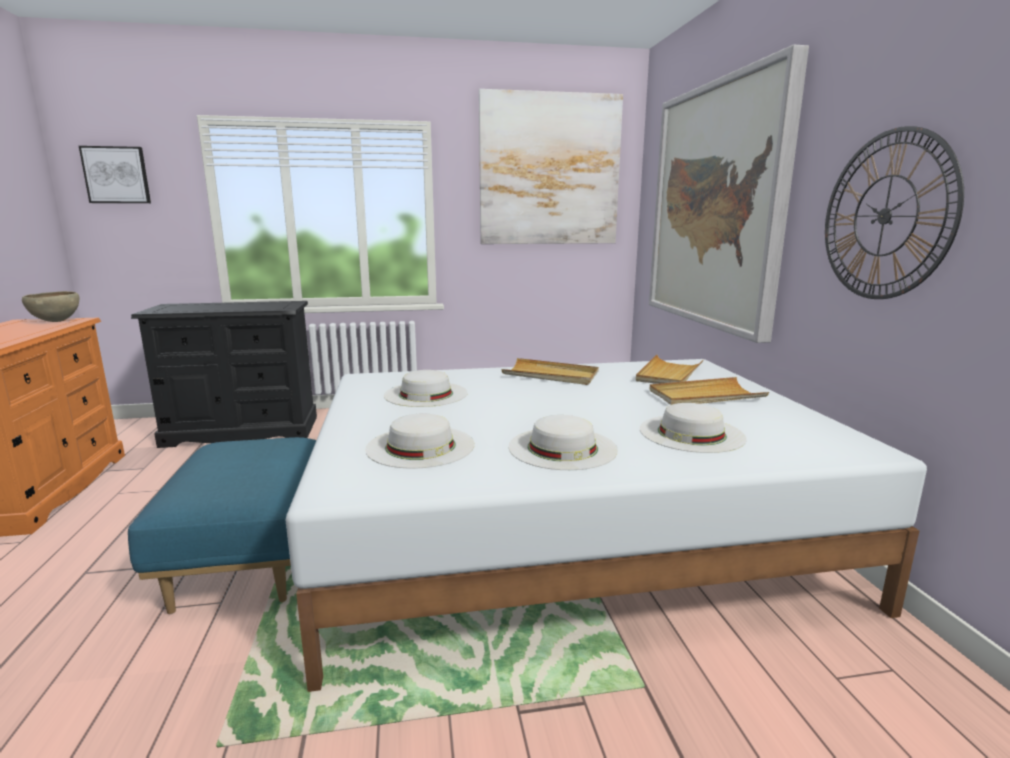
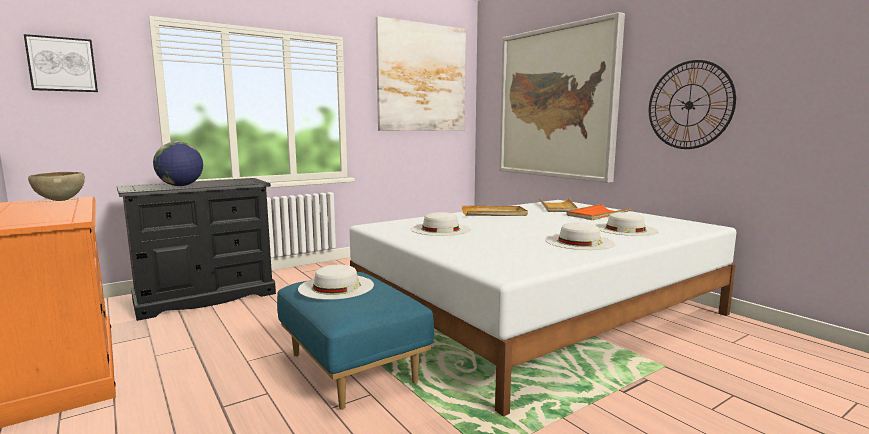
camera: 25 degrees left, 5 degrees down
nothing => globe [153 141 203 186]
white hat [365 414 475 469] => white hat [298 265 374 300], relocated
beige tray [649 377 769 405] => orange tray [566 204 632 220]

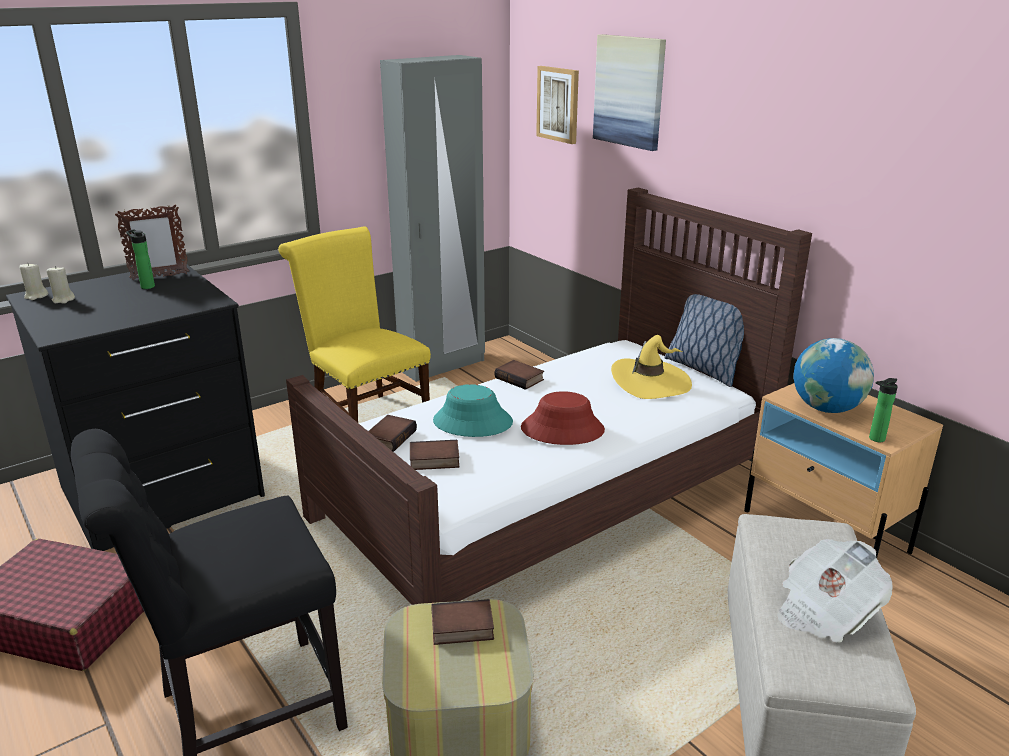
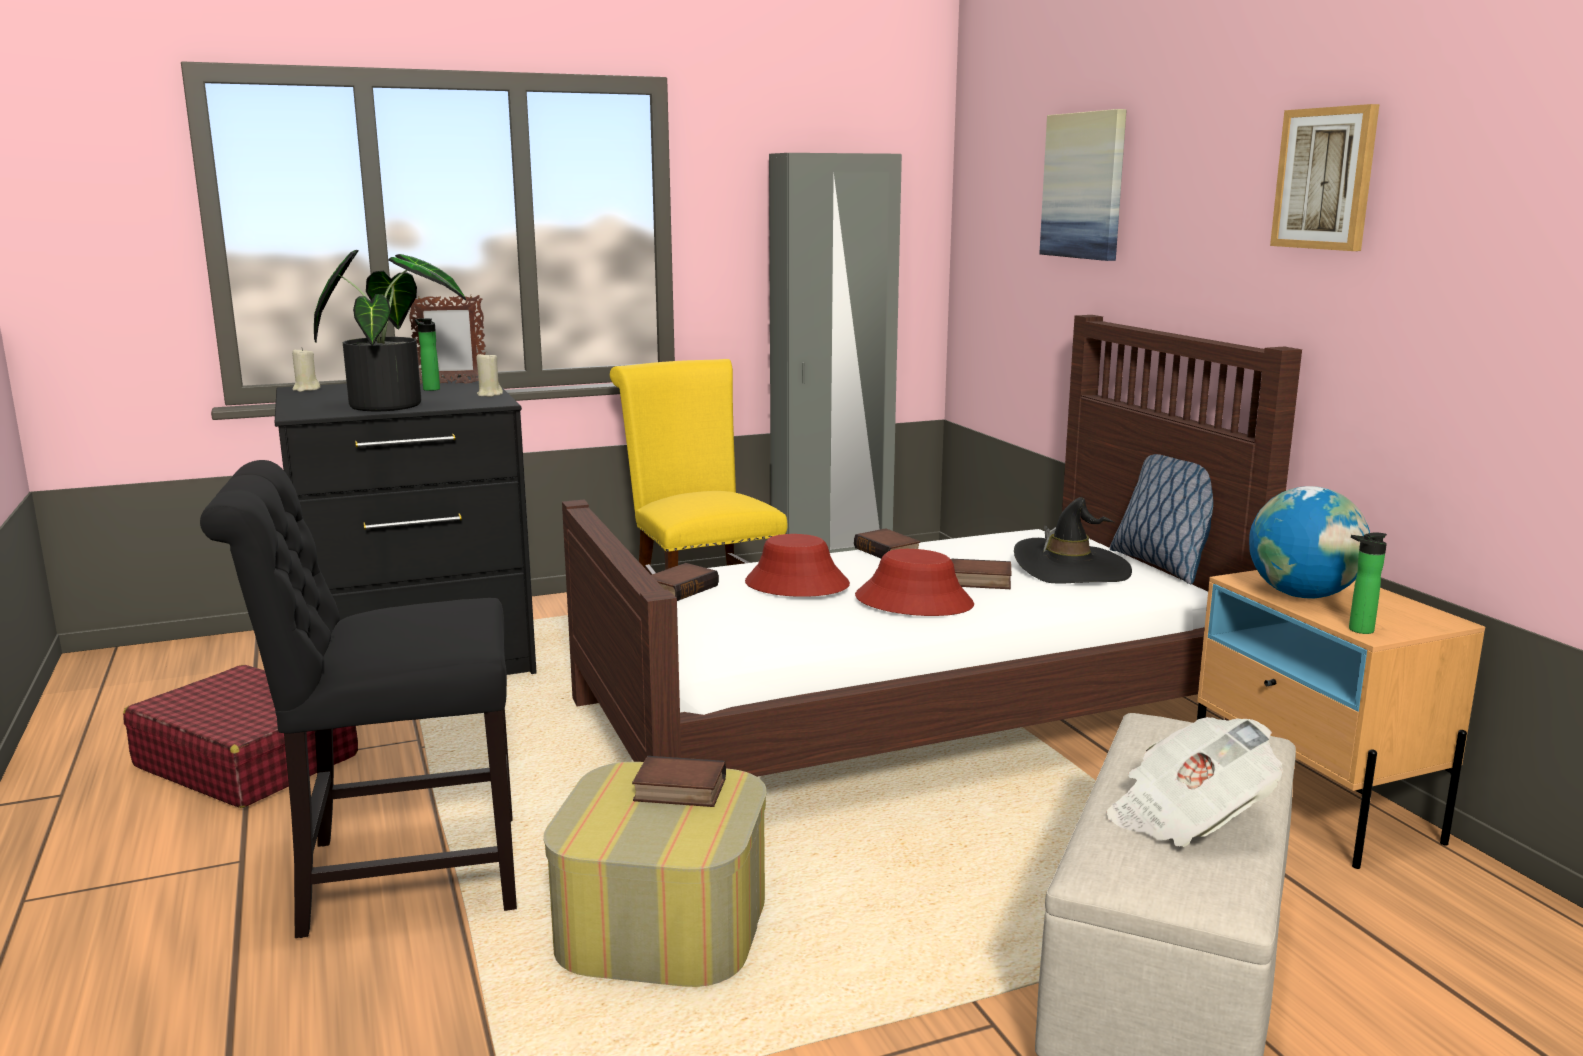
camera: 15 degrees right, 10 degrees down
nothing => potted plant [314 250 466 411]
beige candle [47 266 75 303] => beige candle [476 351 503 397], relocated
turquoise hat [433 384 513 437] => red hat [745 534 850 597]
book [410 440 460 470] => book [951 559 1012 589], relocated
yellow hat [611 335 692 399] => black hat [1014 497 1132 584]
picture [536 66 579 144] => picture [1270 104 1379 251], relocated

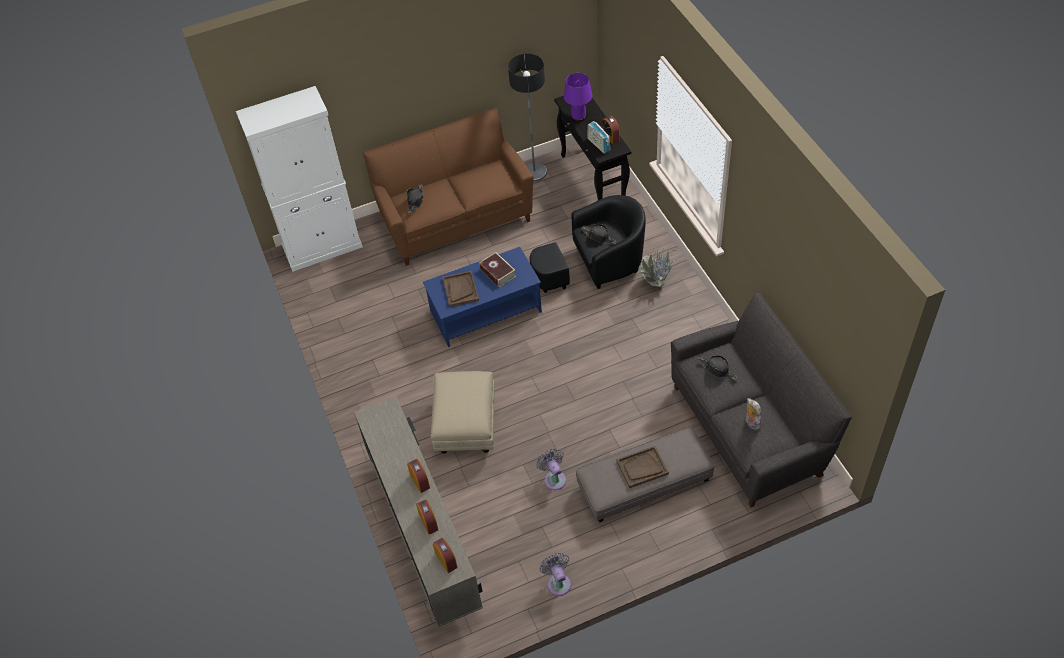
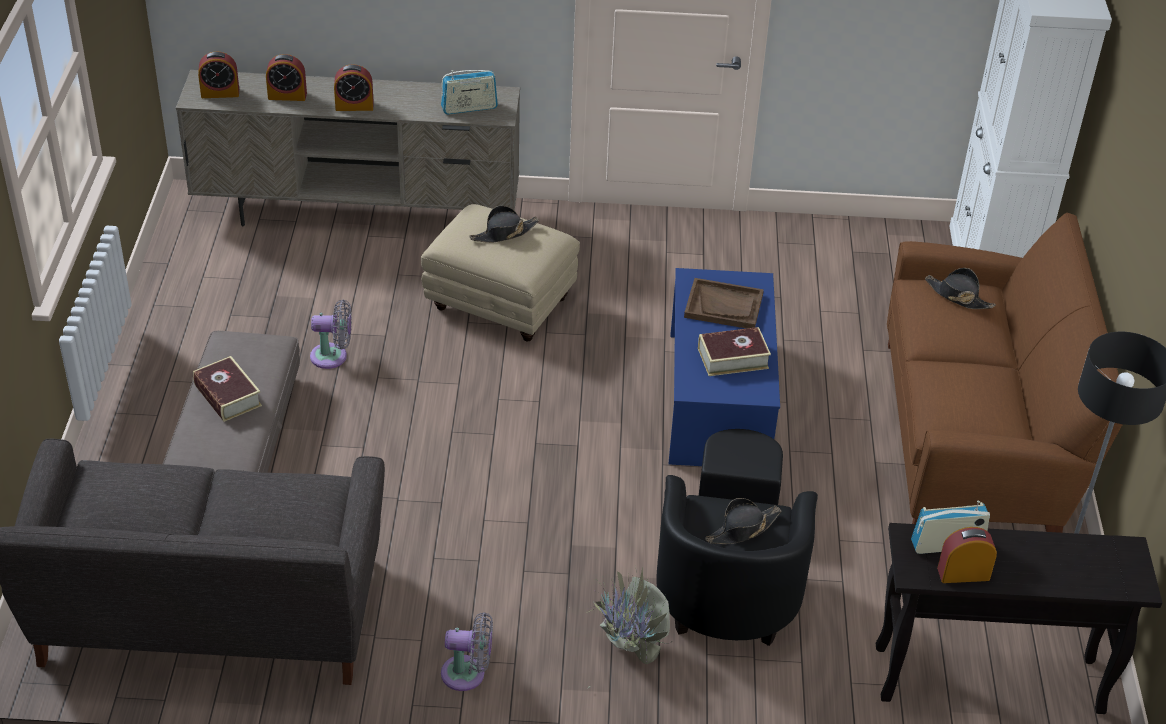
camera: 110 degrees right, 10 degrees down
brown tray [616 446 669 488] => book [193 356 262 422]
nothing => radio [441 70 498 115]
grey fan [539 553 571 596] => grey fan [441 612 493 691], relocated
black hat [698 355 738 381] => black hat [469 206 539 243], relocated
purple table lamp [564 73 592 122] => nothing
plush toy [746 398 761 430] => nothing

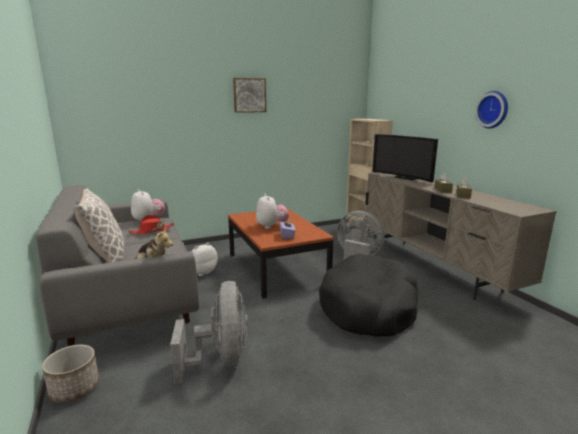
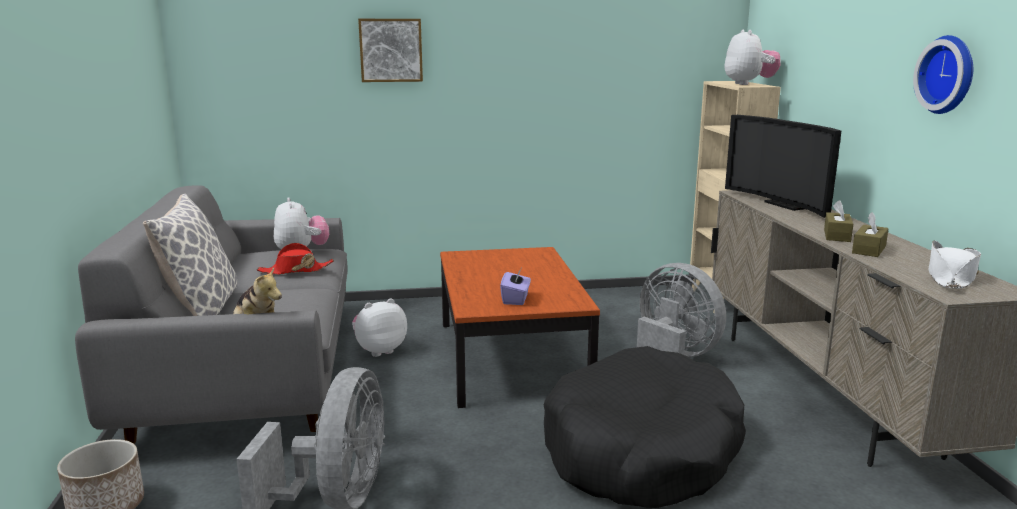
camera: 15 degrees right, 0 degrees up
picture [233 78 266 113] => picture [358 19 423 82], relocated
plush toy [256 194 289 229] => plush toy [725 30 781 85], relocated
nothing => white hat [928 241 981 289]

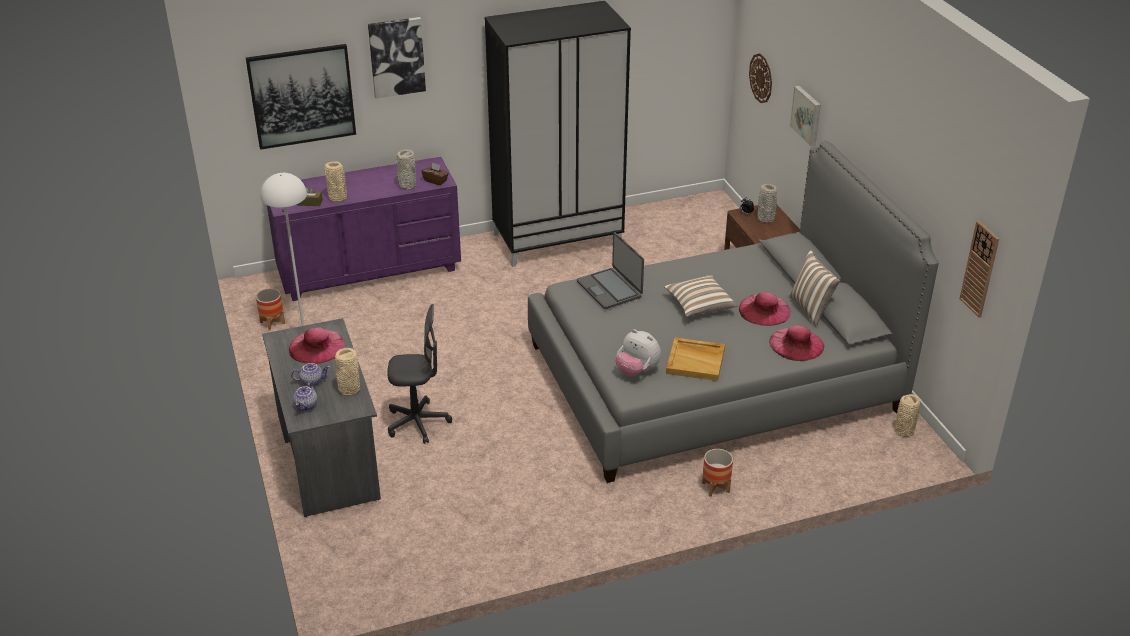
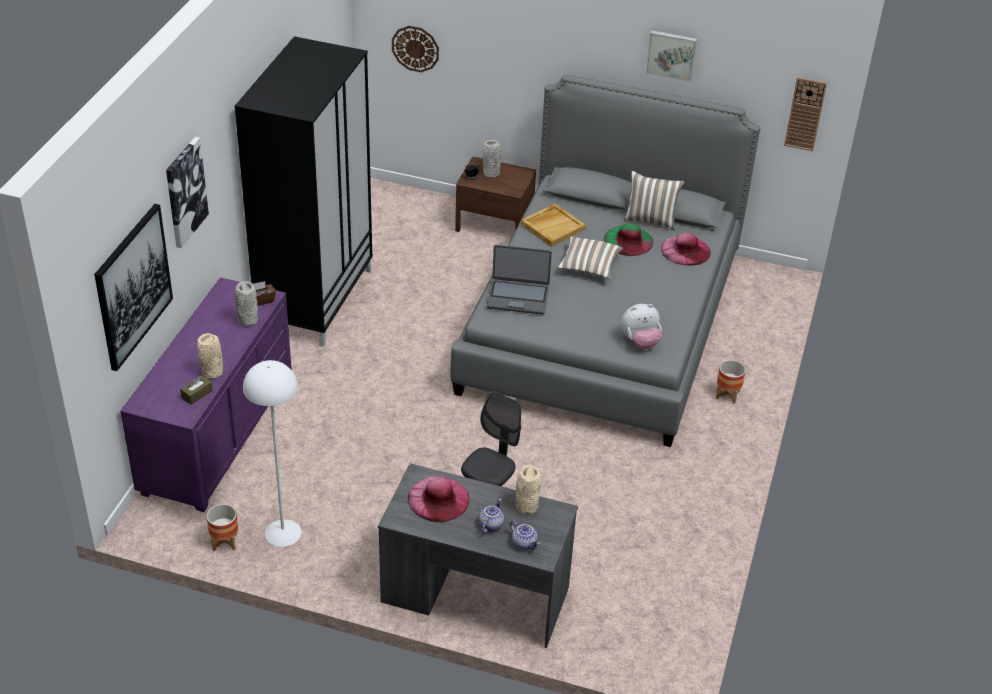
camera: 55 degrees left, 5 degrees up
beige tray [666 338 725 381] => beige tray [521 204 586 247], relocated
pink hat [739 292 791 326] => green hat [604 223 653 256]
picture [790 86 821 146] => picture [646 30 697 82], relocated
beige vase [895 394 920 437] => nothing

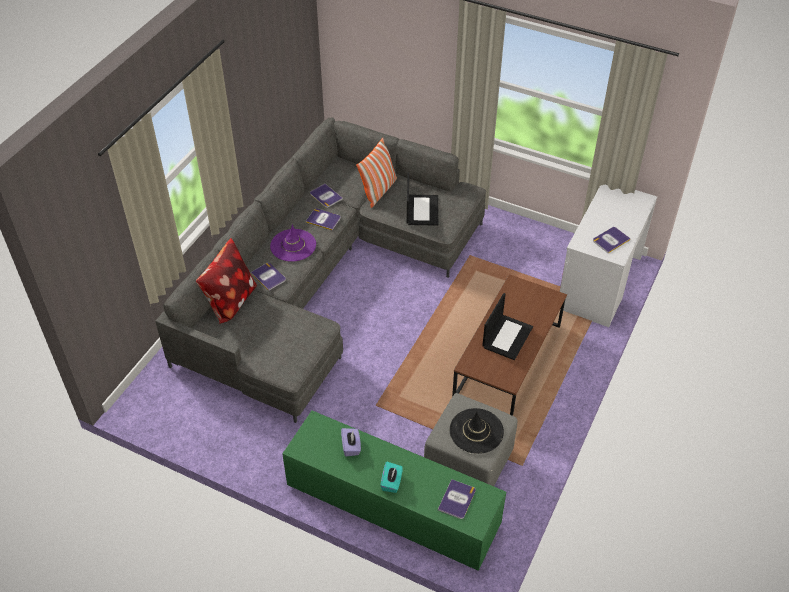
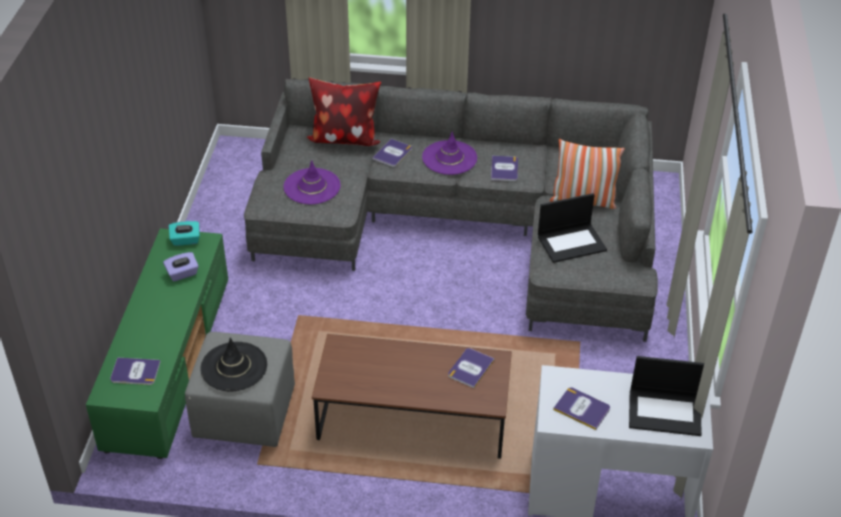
camera: 70 degrees right, 5 degrees down
turquoise tissue box [381 462 403 493] => turquoise tissue box [169 221 200 246], relocated
nothing => purple hat [284 160 340 204]
book [310 184 343 208] => book [448 348 495 388], relocated
laptop [482 293 533 360] => laptop [629 356 704 436], relocated

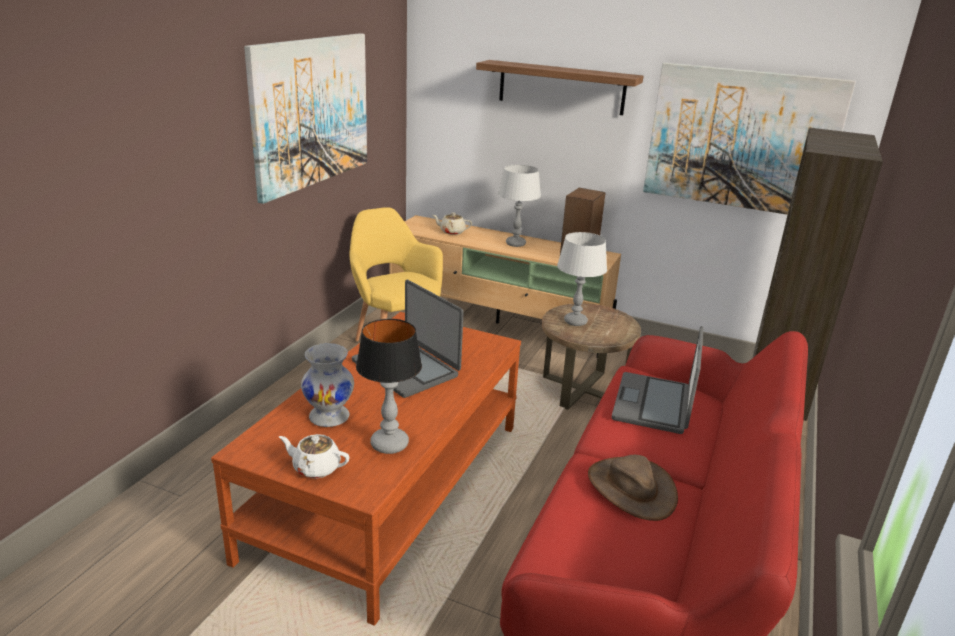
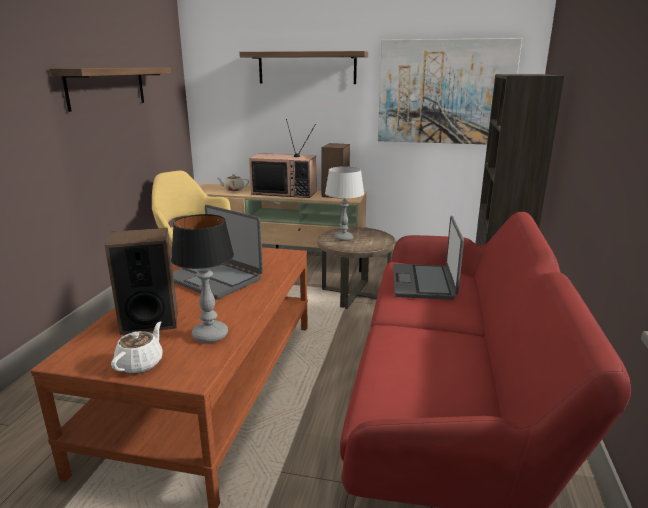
camera: 10 degrees left, 5 degrees down
picture [244 33 367 204] => shelf [49 68 171 112]
white vase [301 343 354 427] => speaker [105 228 177 335]
white teapot [279 434 350 479] => white teapot [111 321 163 374], 105 degrees clockwise
grey table lamp [498 165 541 247] => television [249 119 317 198]
brown hat [588 455 678 521] => nothing

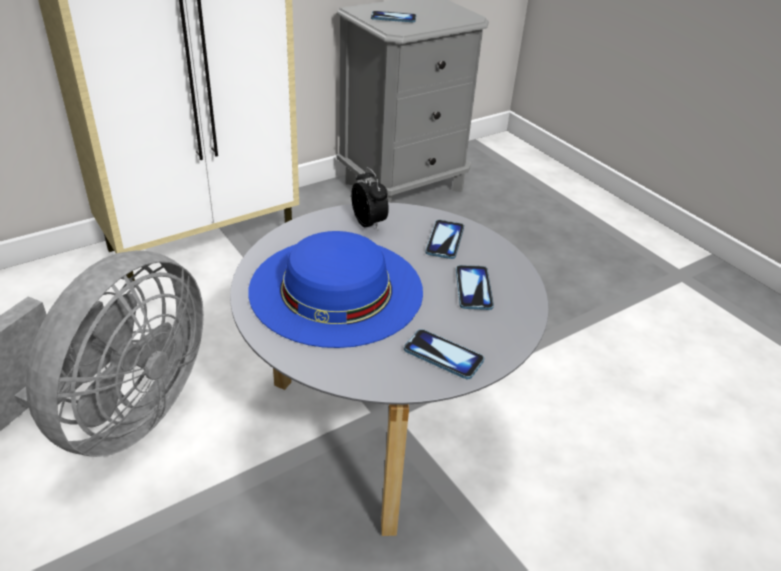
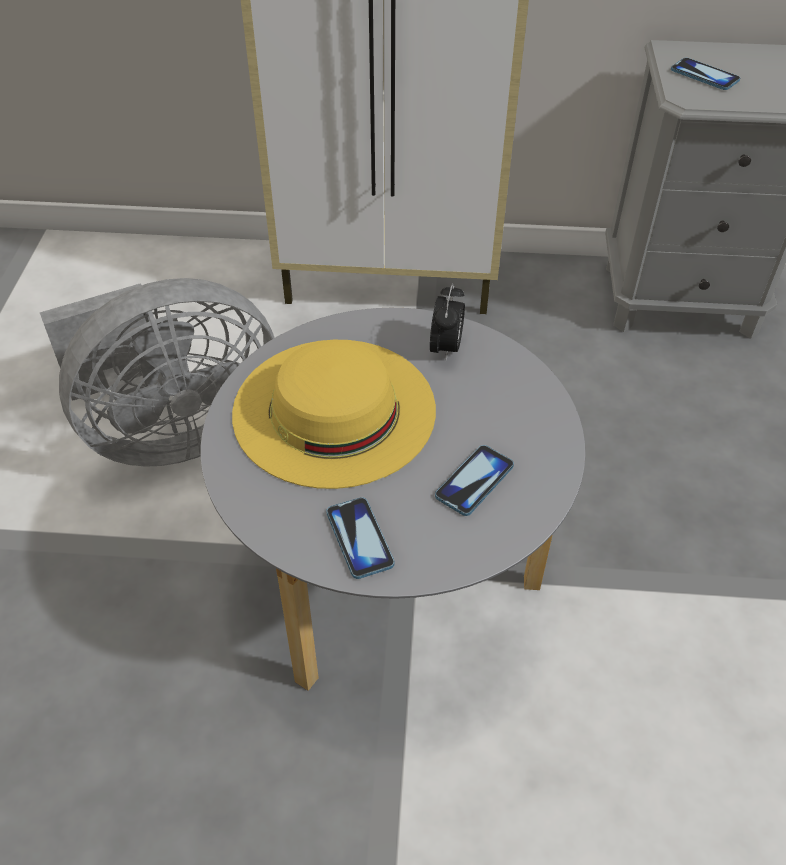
camera: 40 degrees right, 10 degrees up
blue hat [249 231 423 348] => yellow hat [232 340 436 489]
phone [425 220 464 259] => nothing

